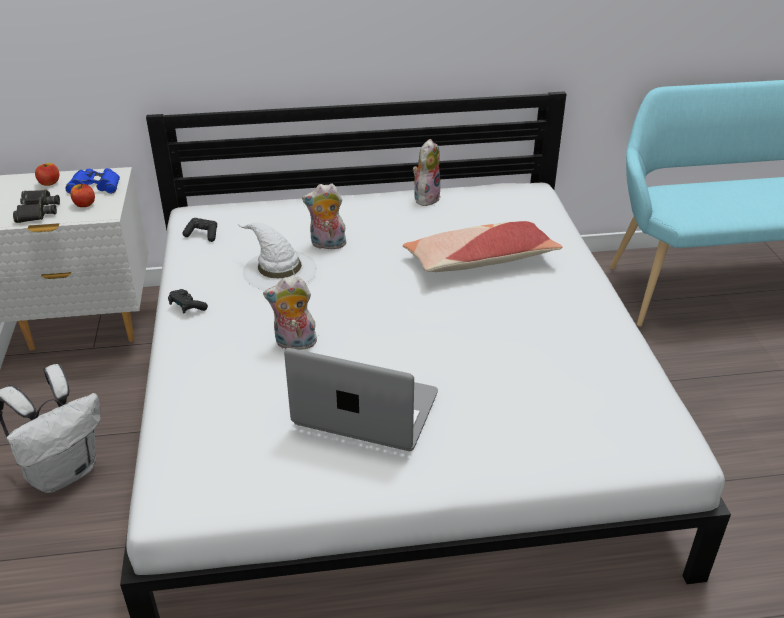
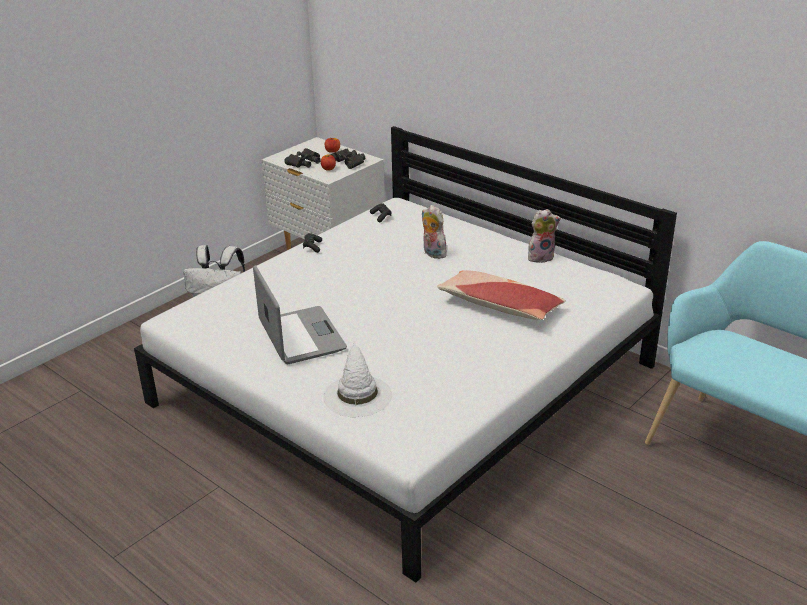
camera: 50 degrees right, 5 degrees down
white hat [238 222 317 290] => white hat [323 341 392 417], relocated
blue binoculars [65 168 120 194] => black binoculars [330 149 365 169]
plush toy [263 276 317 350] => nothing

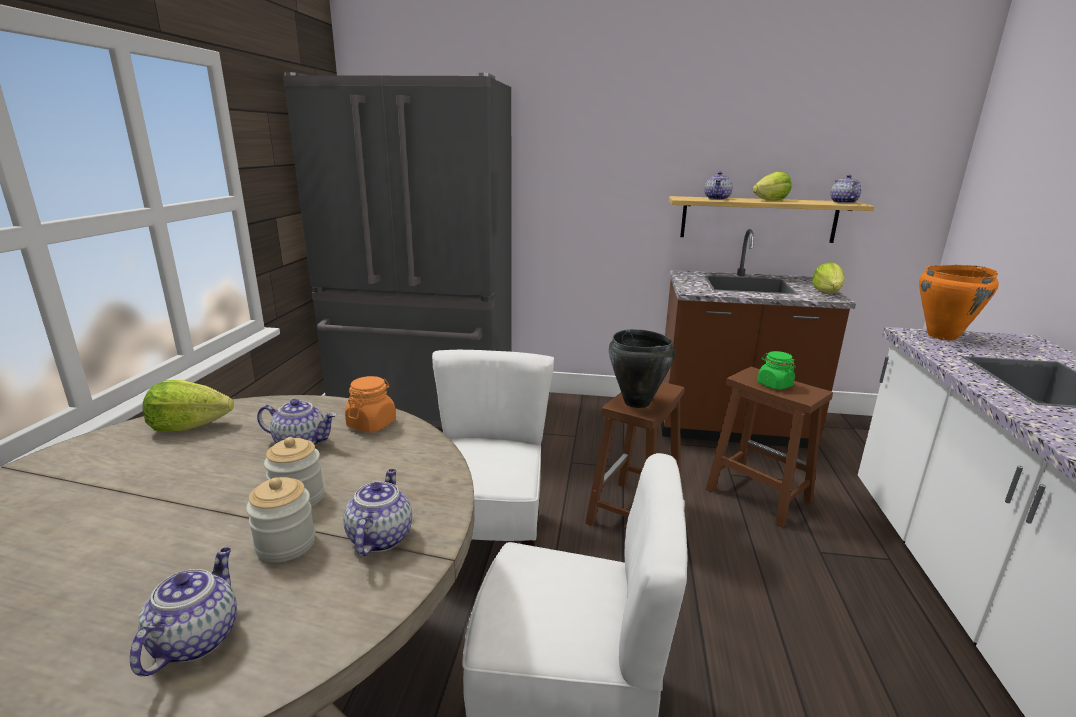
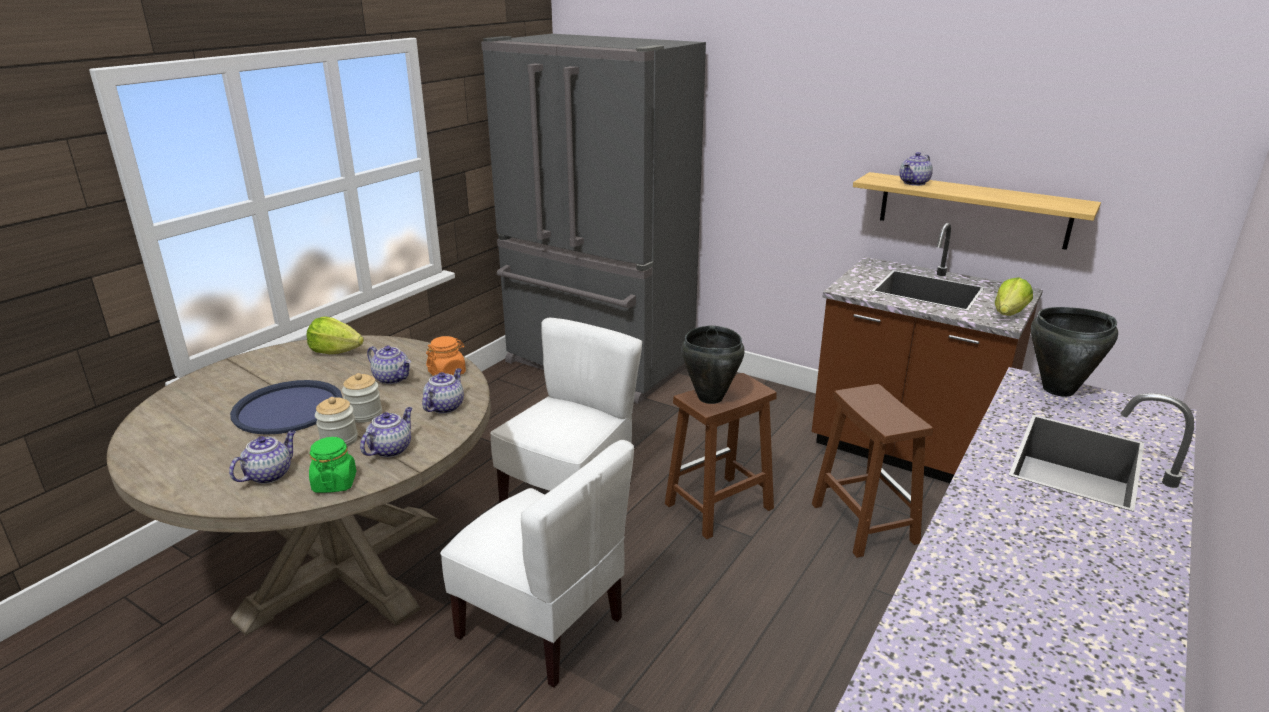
camera: 25 degrees right, 5 degrees up
nothing => blue tray [230 380 342 435]
green jar [758 351 796 390] => green jar [309 437 356 493], relocated
teapot [830 175 862 204] => teapot [422 368 464 414], relocated
orange cooking pot [919 265 999 340] => black cooking pot [1031 307 1118 397]
lettuce [753 171 792 201] => nothing

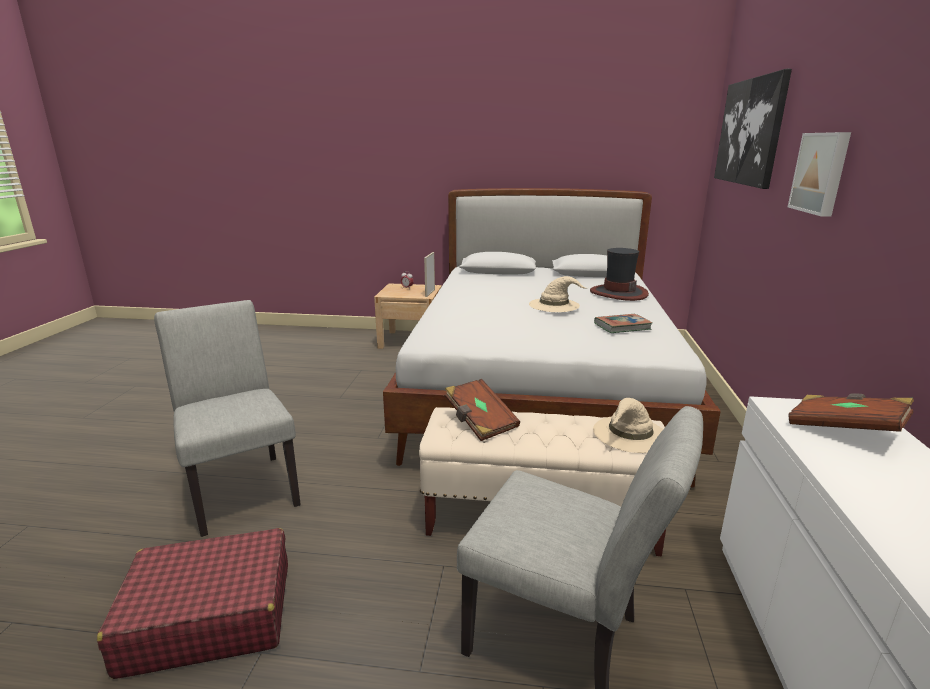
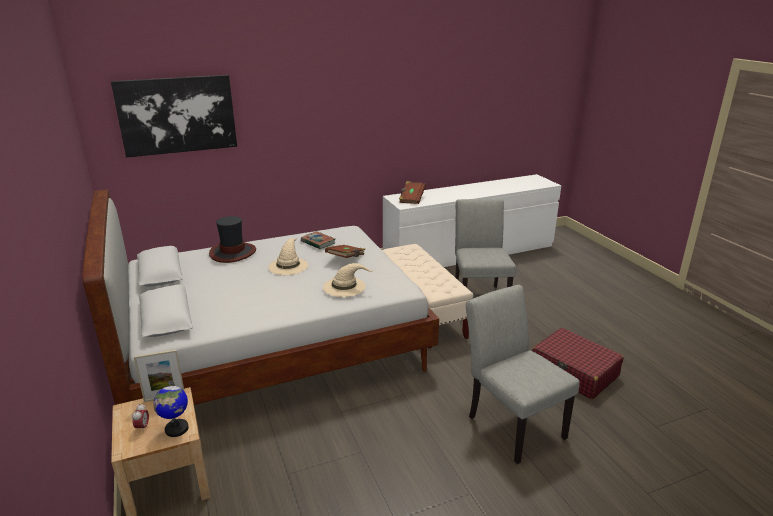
camera: 120 degrees left, 5 degrees up
nothing => globe [153 381 189 437]
beige hat [593 398 663 453] => beige hat [323 263 375 297], relocated
brown book [445 379 520 441] => brown book [325 245 365 258], relocated
grey chair [154 300 301 537] => grey chair [466 285 580 464], 120 degrees clockwise
picture [788 132 851 217] => nothing

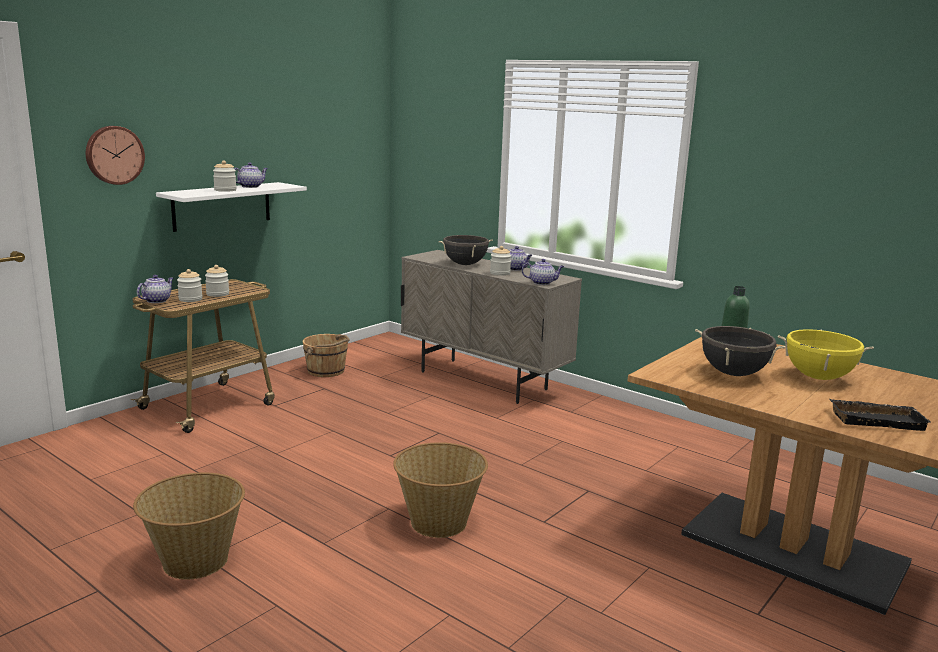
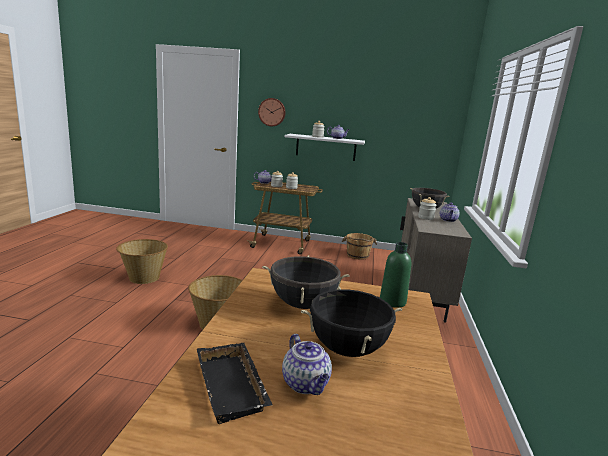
camera: 60 degrees right, 0 degrees up
teapot [522 259 564 285] => teapot [282 334 332 395], relocated
yellow cooking pot [778 329 874 380] => black cooking pot [301 286 402 357]

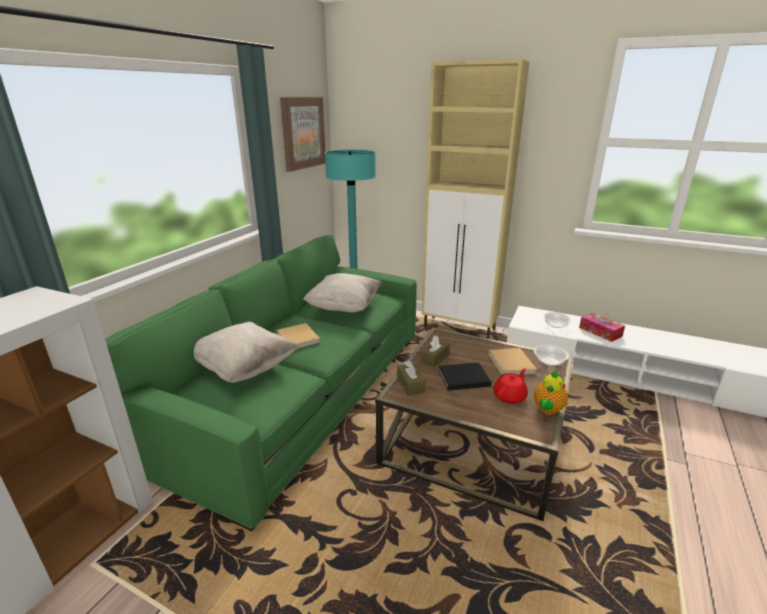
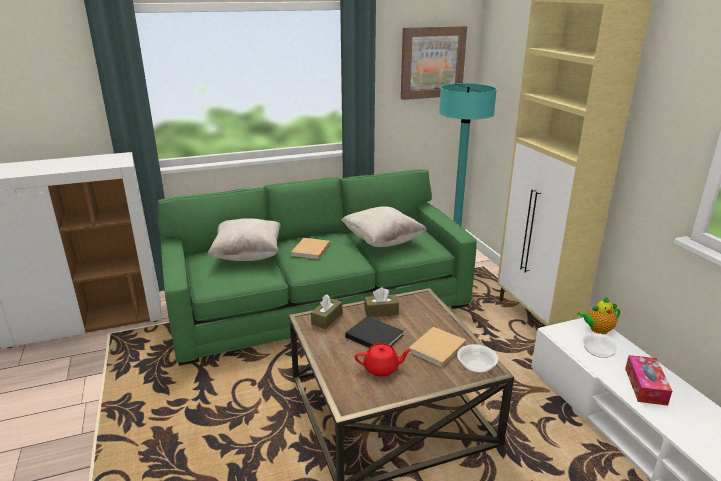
camera: 45 degrees right, 0 degrees up
teapot [534 371 568 415] => teapot [577 297 620 334], relocated

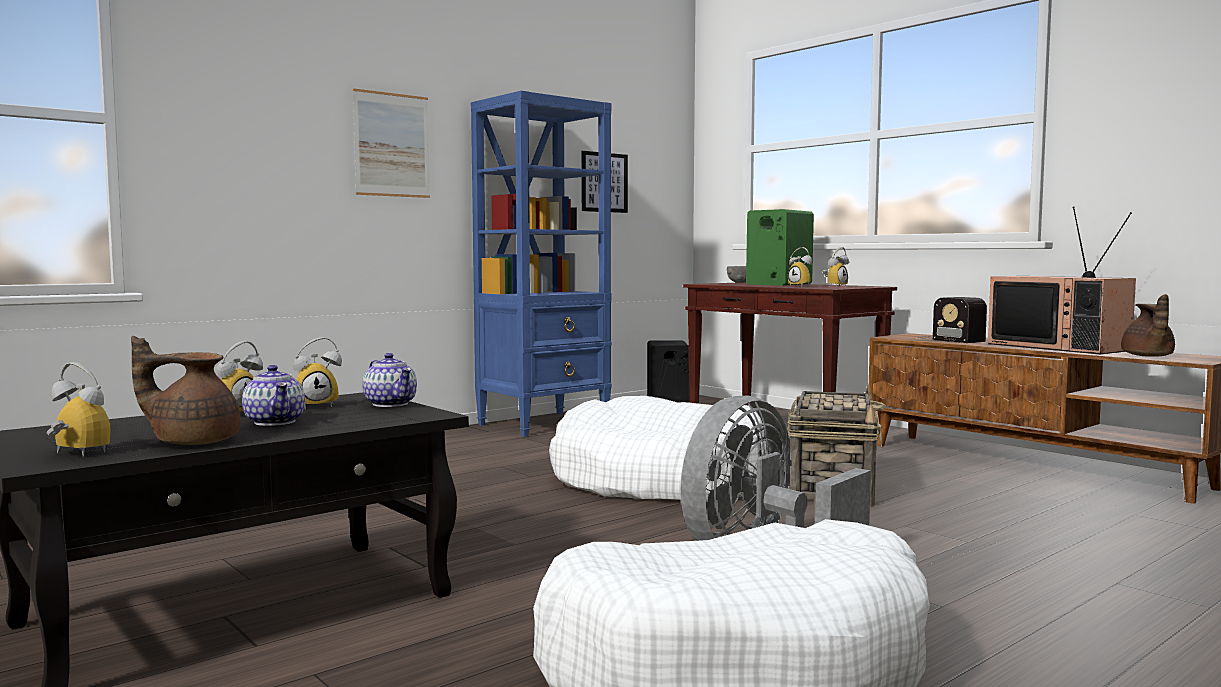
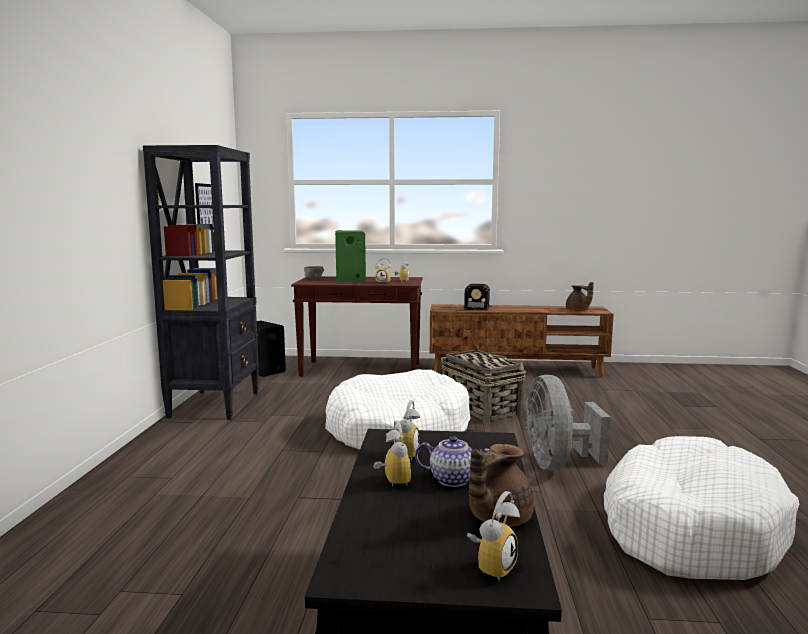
camera: 45 degrees left, 5 degrees up
blue bookcase [471 91 612 437] => black bookcase [143 145 259 420]
alarm clock [47 362 111 456] => alarm clock [467 491 520 582], 150 degrees clockwise
picture [353 88 430 198] => nothing
teapot [363 353 417 407] => nothing
television [988 207 1136 354] => nothing

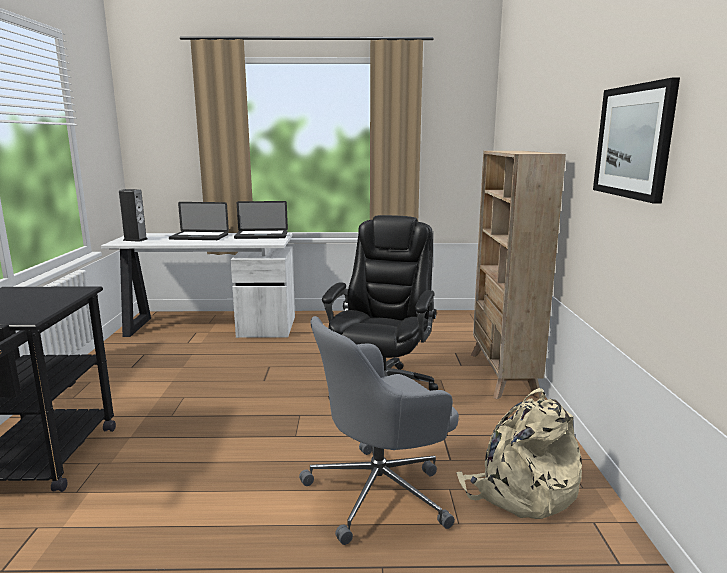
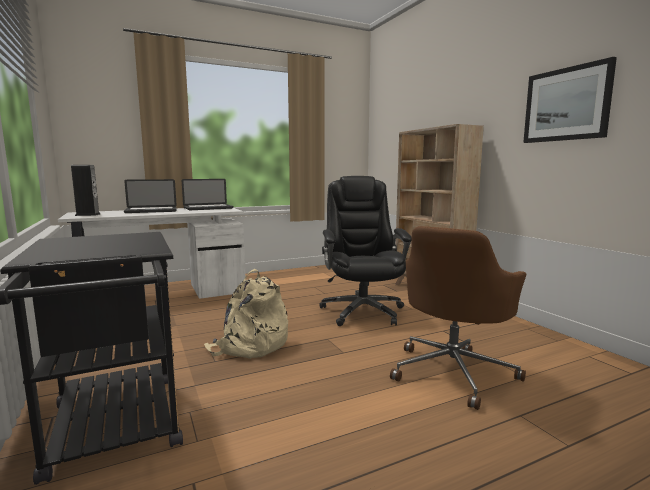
camera: 25 degrees left, 5 degrees down
beige backpack [456 388 582 519] => beige backpack [204 269 288 359], relocated
grey office chair [299 316 459 545] => brown office chair [390 226 526 410]

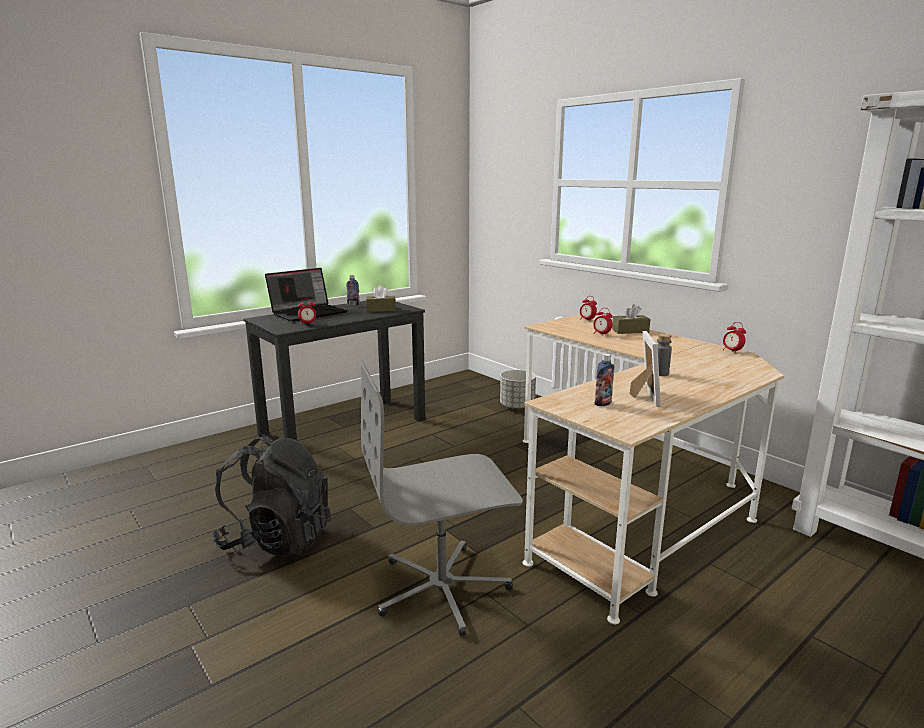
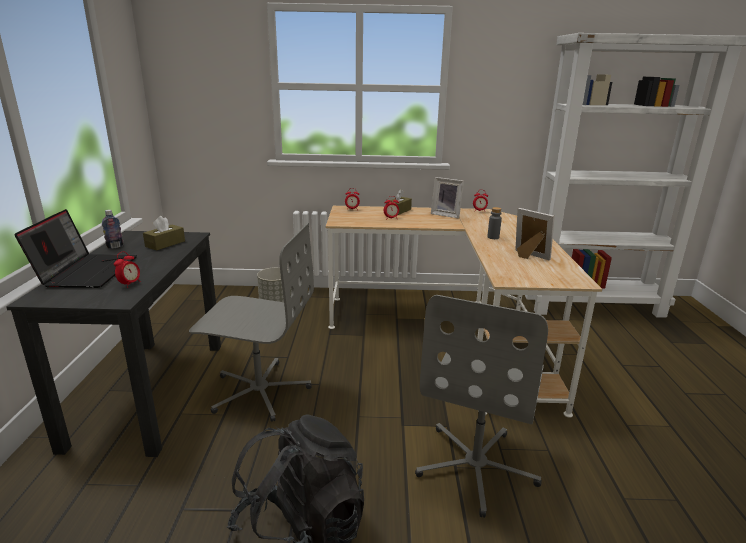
camera: 50 degrees left, 5 degrees up
nothing => grey office chair [189 223 314 422]
nothing => picture frame [431 177 464 219]
bottle [595 353 614 406] => nothing

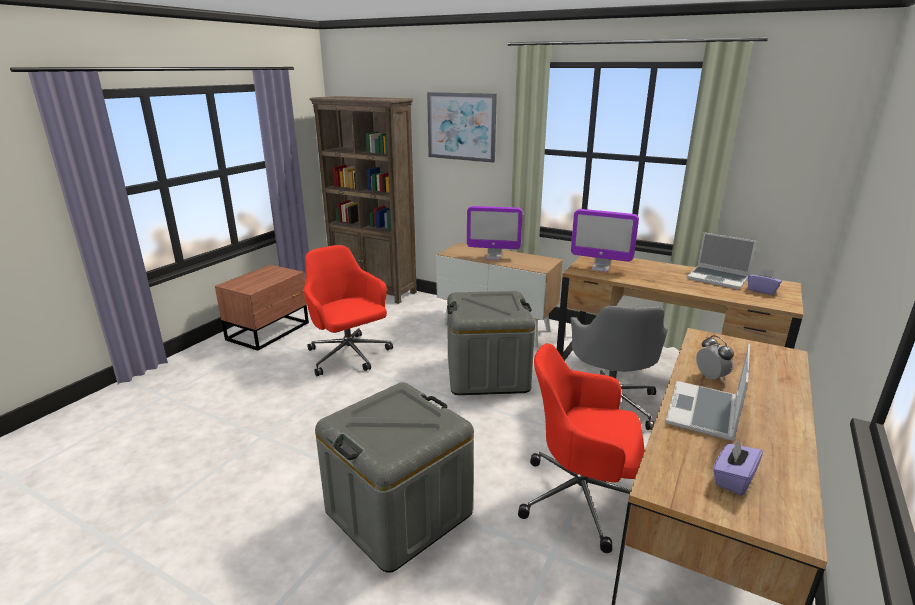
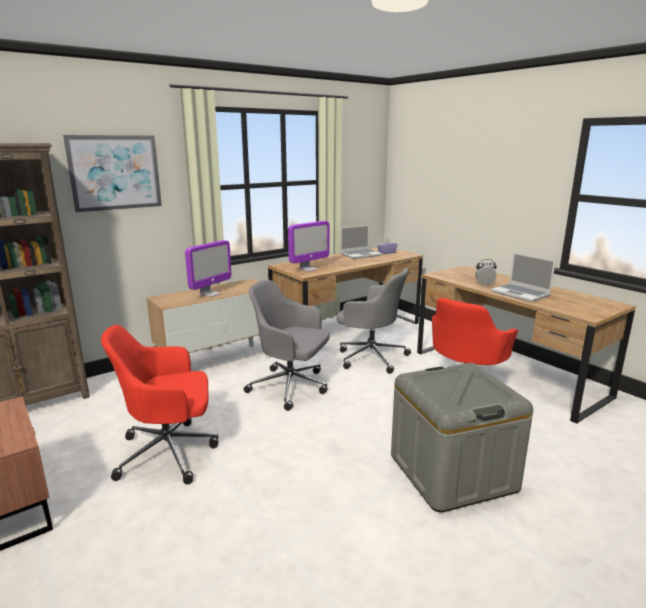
camera: 65 degrees left, 5 degrees down
grey storage box [447 291 535 395] => grey office chair [244 280 330 411]
purple tissue box [713 439 763 496] => nothing

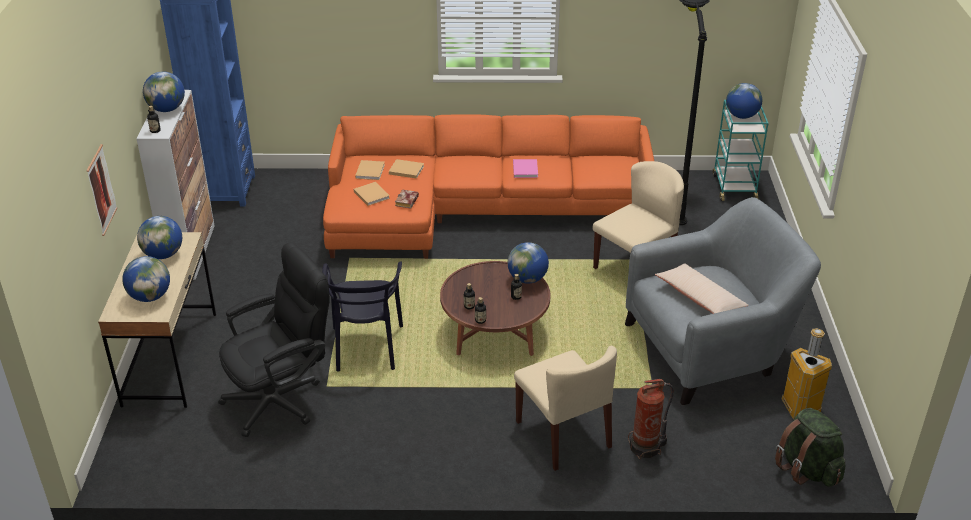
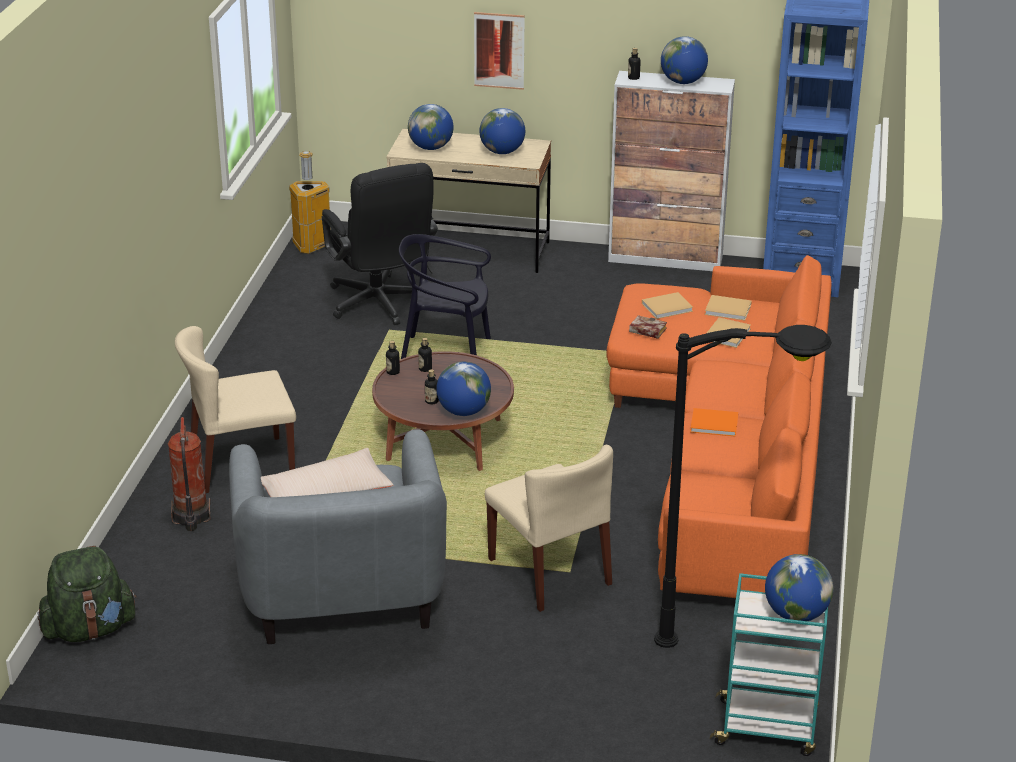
camera: 100 degrees right, 5 degrees down
trash can [782 328 832 420] => trash can [289 151 331 254], relocated
pink book [513 159 538 178] => orange book [690 408 738 437]

